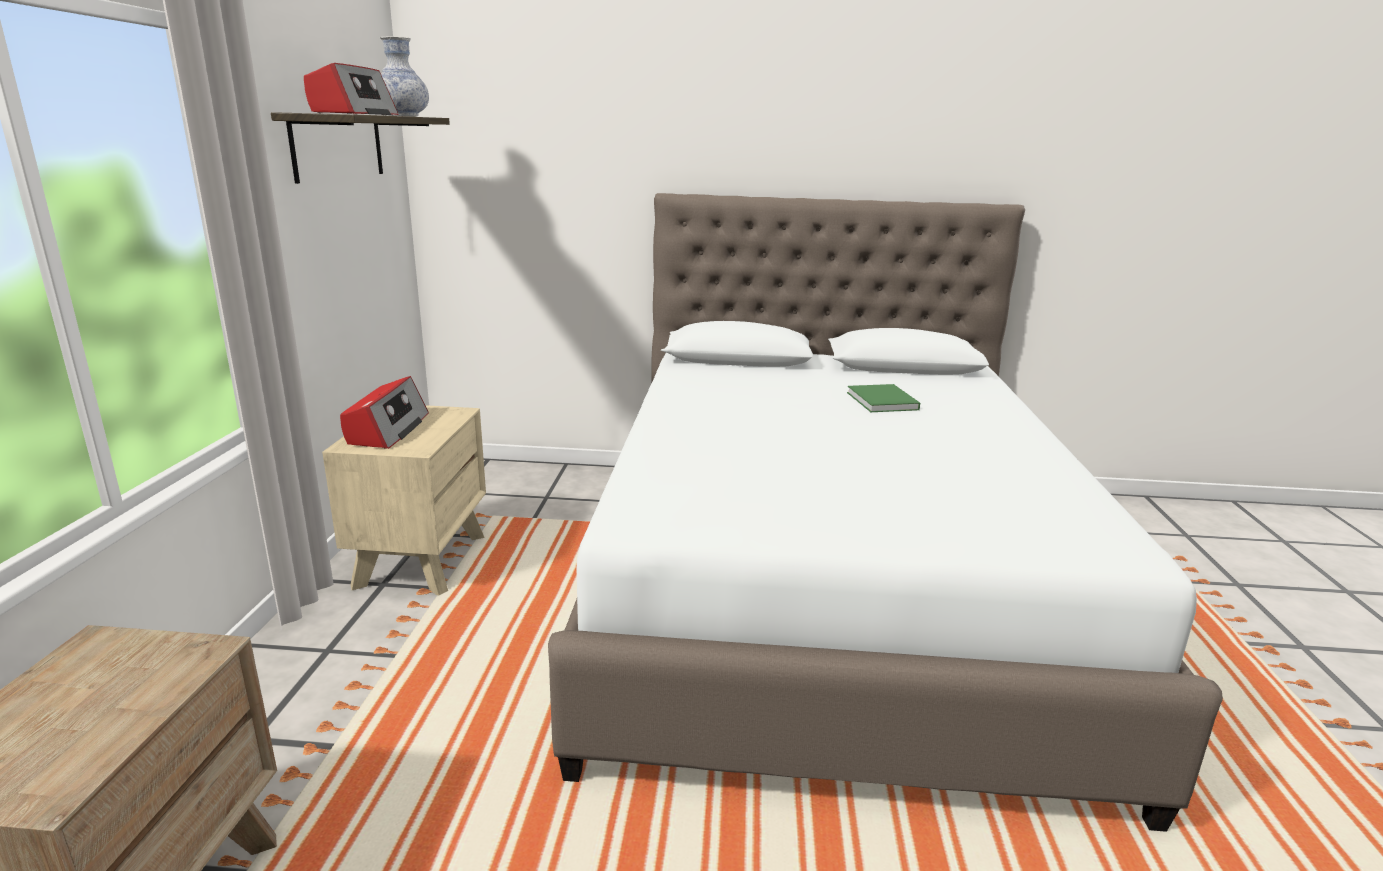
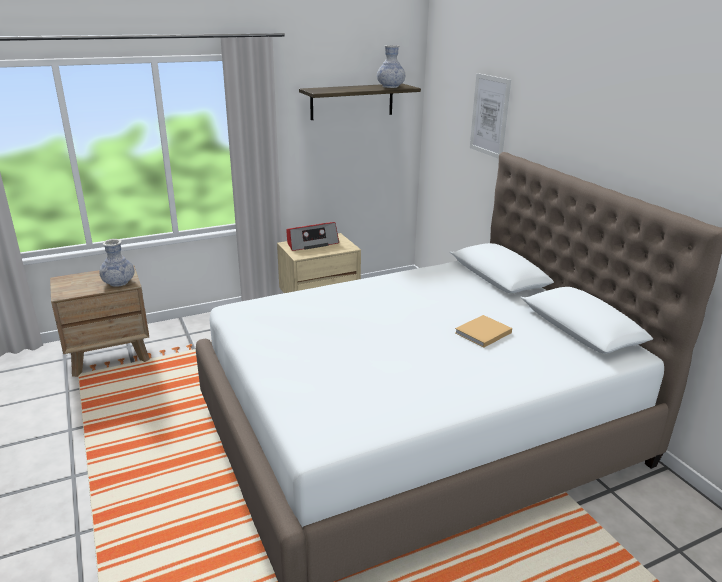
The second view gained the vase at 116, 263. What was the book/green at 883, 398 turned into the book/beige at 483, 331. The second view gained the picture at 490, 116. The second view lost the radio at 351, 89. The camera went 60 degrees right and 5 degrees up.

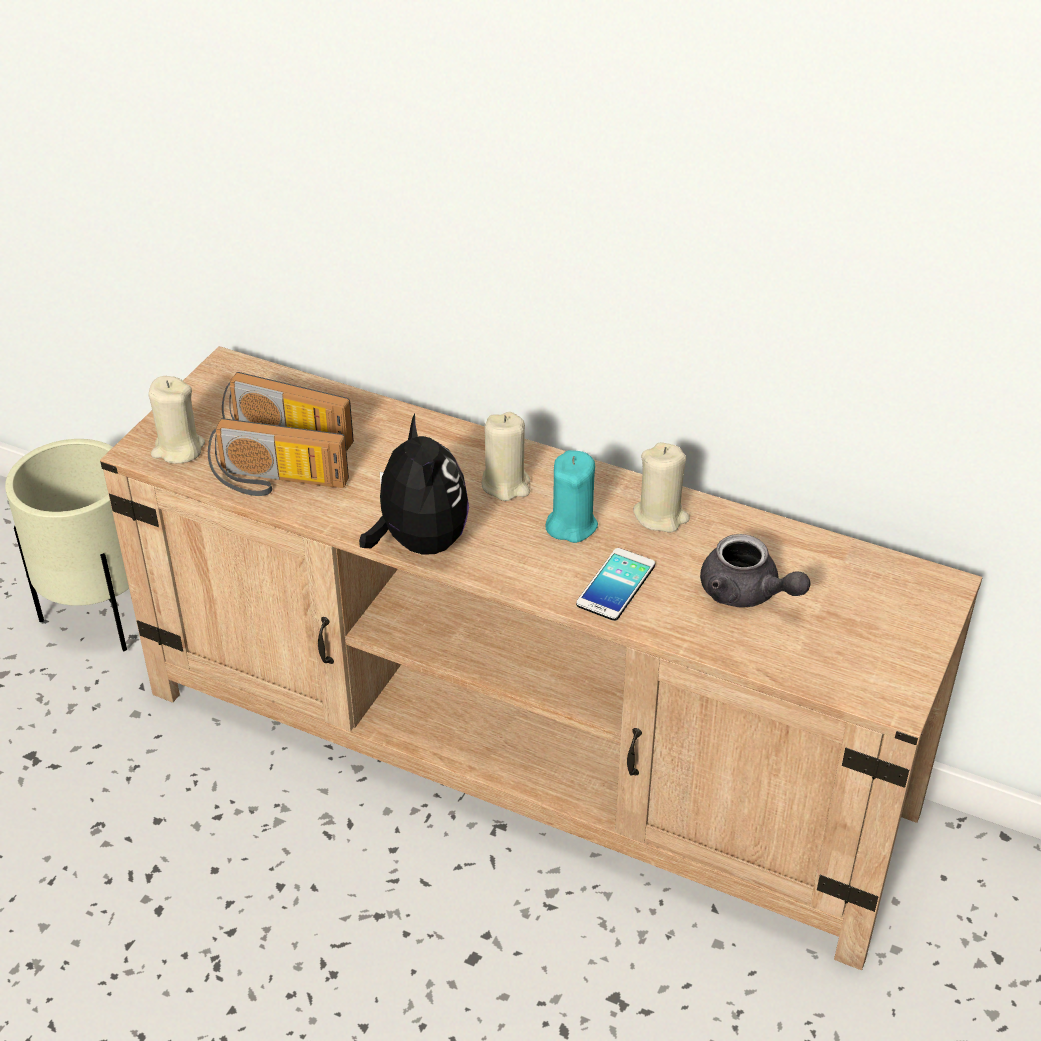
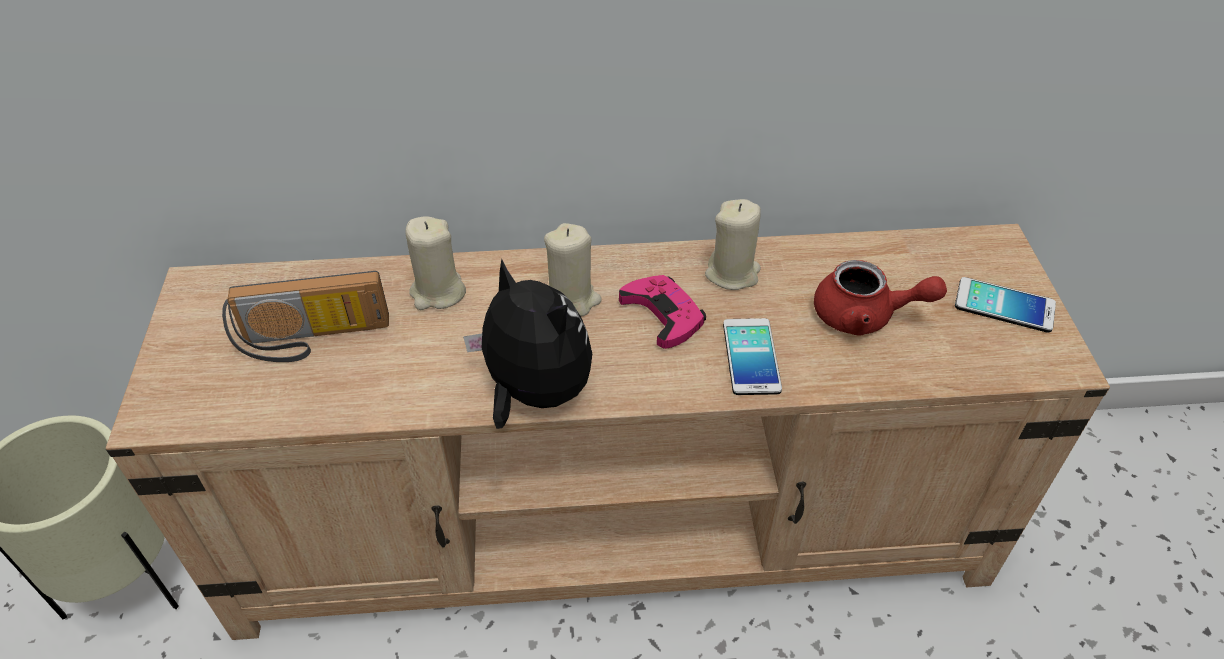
The candle/beige ended up elsewhere, having gone from 177, 420 to 436, 263. Where the candle/turquoise stood at 572, 496, the game controller/pink came to stand at 662, 312. What was the teapot/grey at 755, 571 turned into the teapot/red at 880, 298. The second view gained the phone at 1005, 305. The second view lost the radio at 278, 457. The camera went 30 degrees left and 5 degrees up.

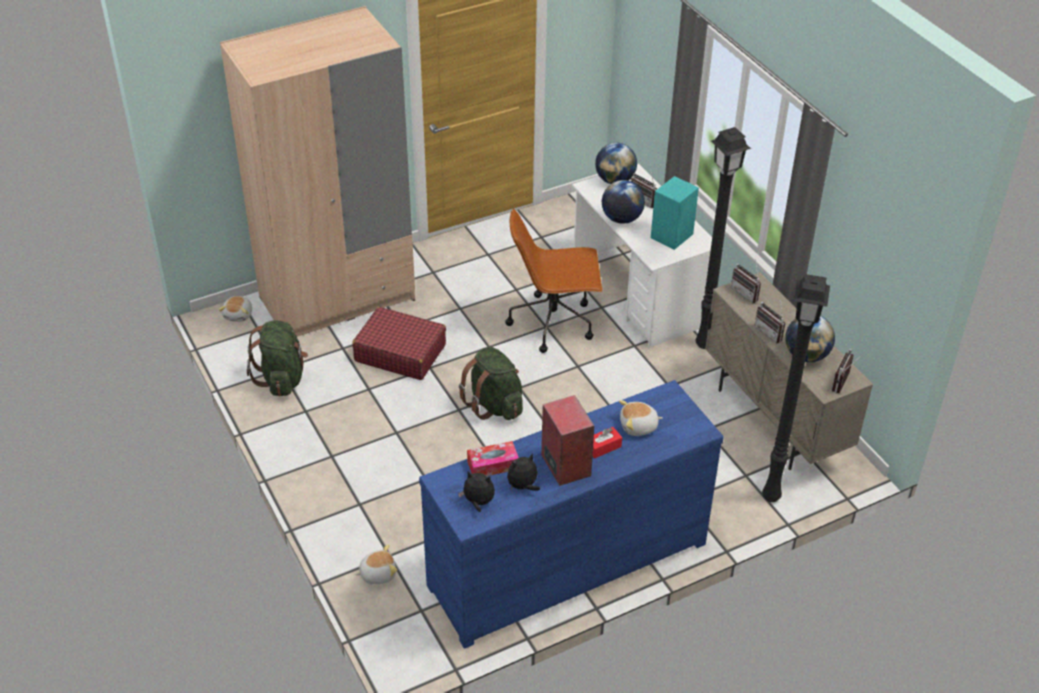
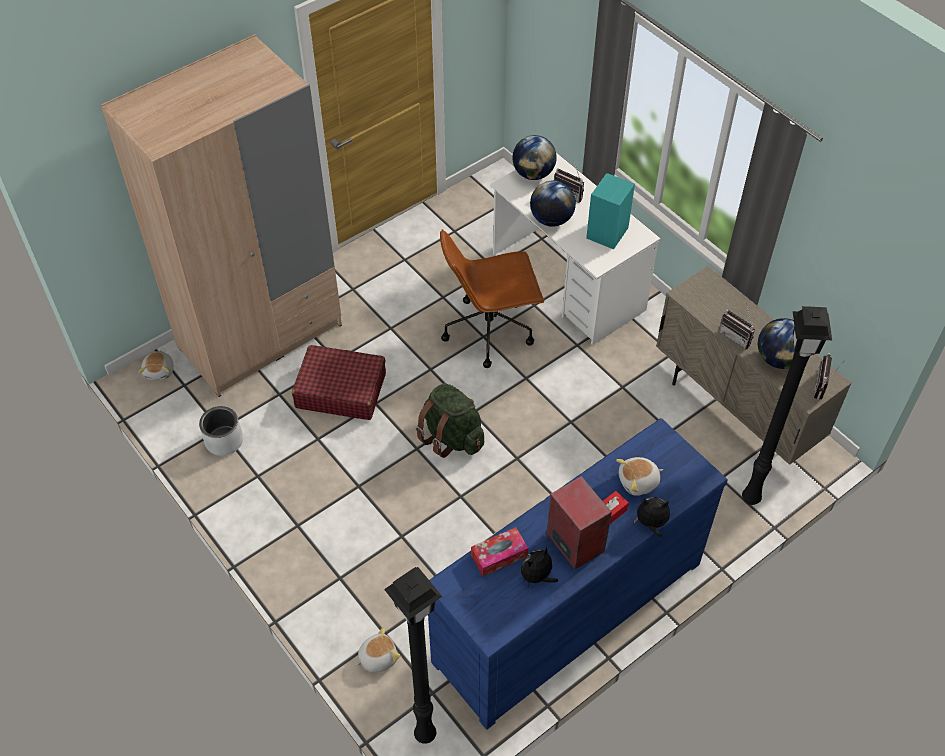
Where the backpack/green stood at 277, 358, the planter/grey came to stand at 221, 431. The floor lamp/black ended up elsewhere, having gone from 723, 238 to 413, 655. The plush toy ended up elsewhere, having gone from 476, 491 to 652, 517. The second view lost the radio at 746, 280. The camera went 10 degrees left and 10 degrees up.

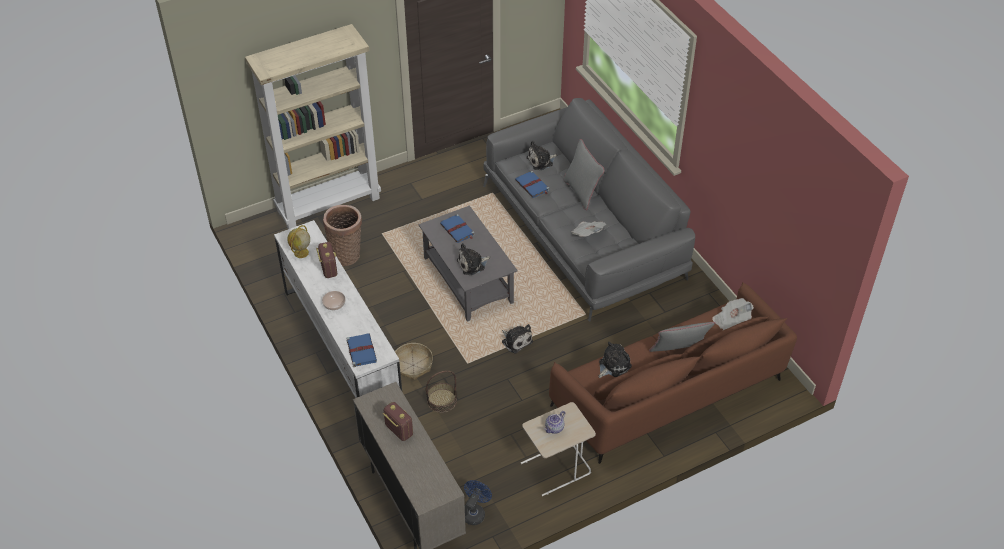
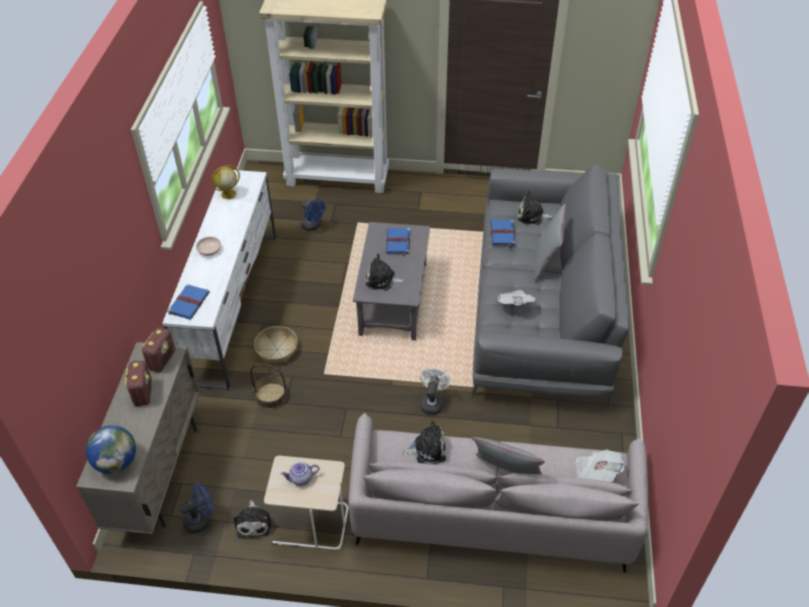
The second view gained the globe at 111, 449. The radio ended up elsewhere, having gone from 326, 260 to 158, 350. The plush toy ended up elsewhere, having gone from 517, 339 to 253, 519. Where the basket stood at 342, 235, the fan/blue came to stand at 313, 215. What was the sofa/brown at 673, 373 turned into the sofa/grey at 498, 492. The second view gained the fan/white at 435, 391. The camera went 35 degrees right and 0 degrees up.

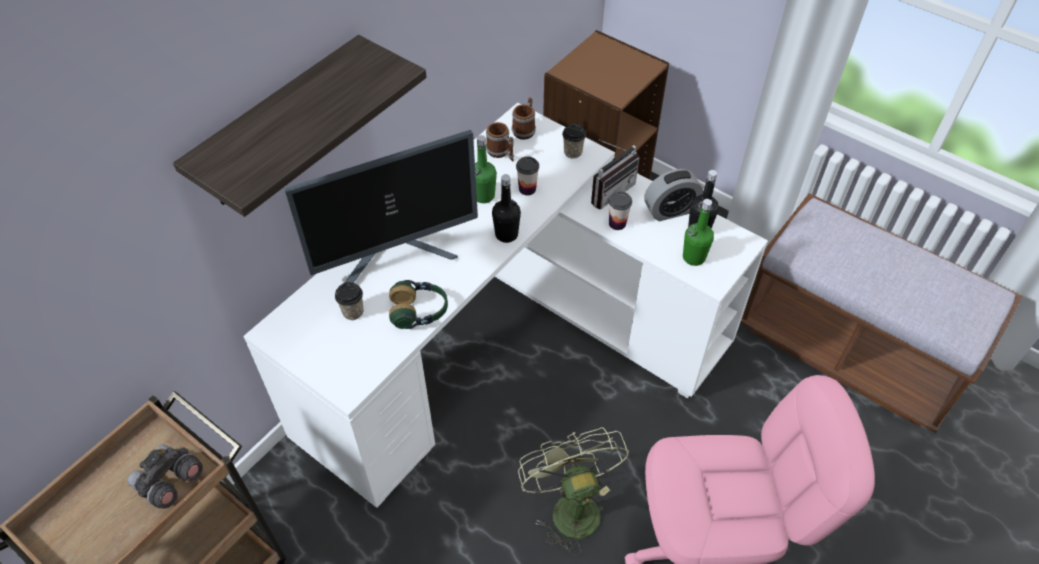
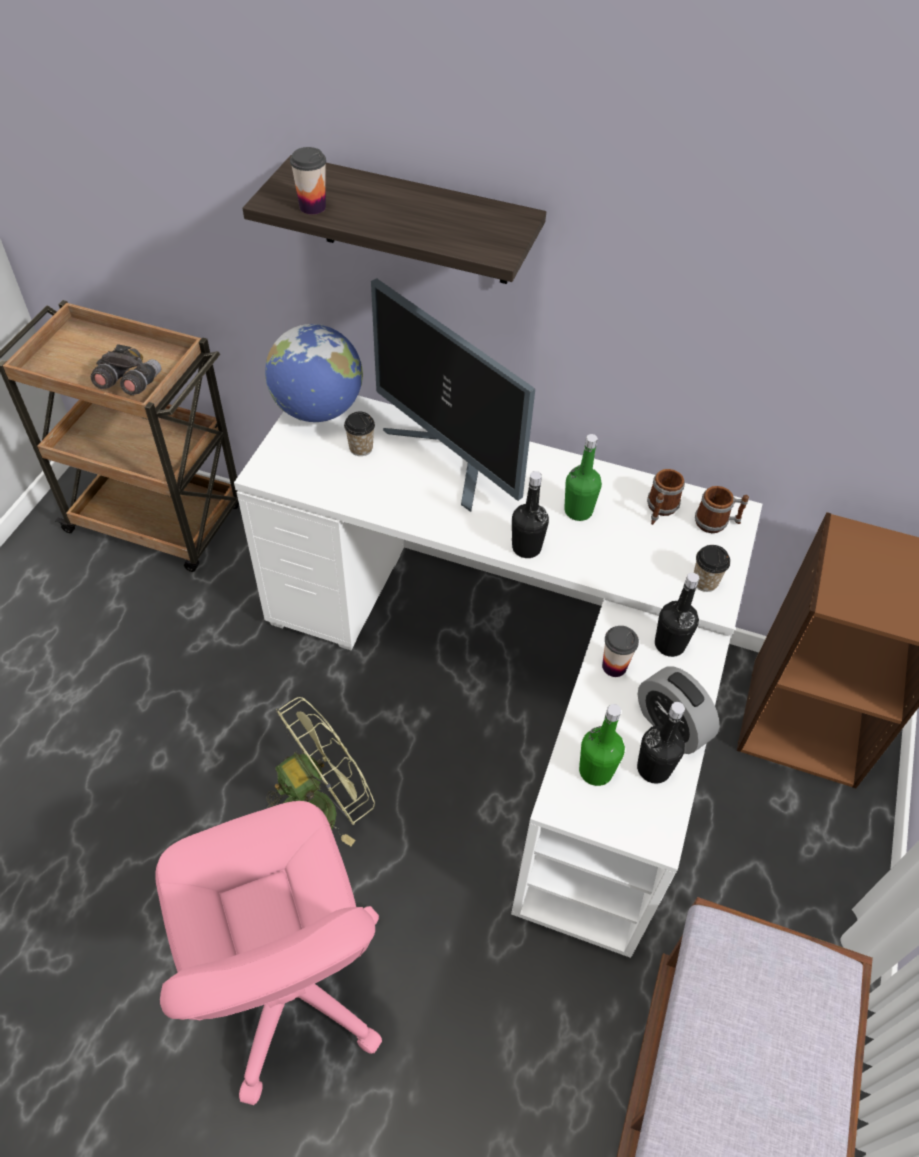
The second view gained the globe at 314, 373. The cup ended up elsewhere, having gone from 527, 176 to 308, 181. Where the radio stood at 615, 174, the bottle/black came to stand at 677, 615. The second view lost the headphones at 418, 304. The camera went 70 degrees right and 0 degrees up.

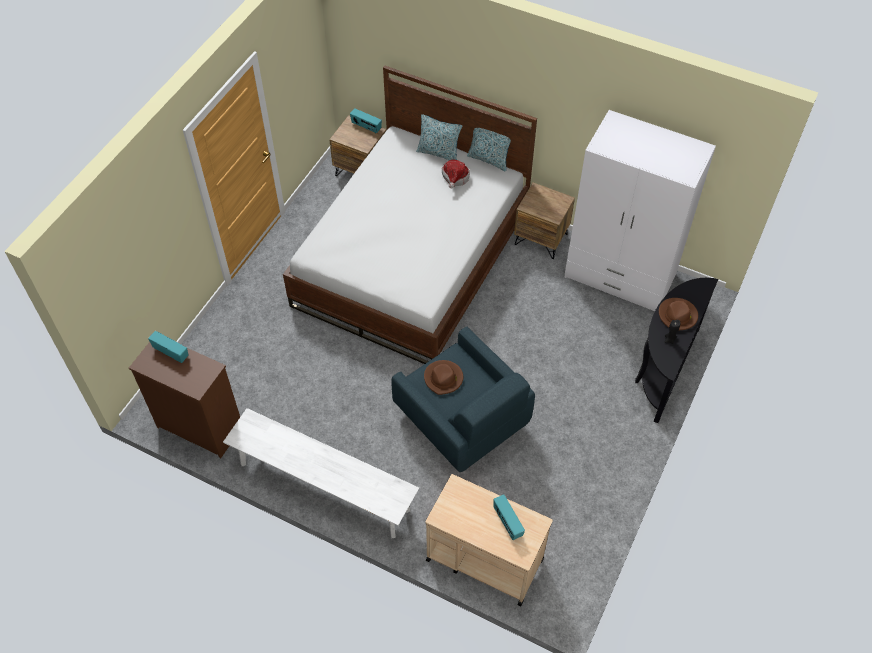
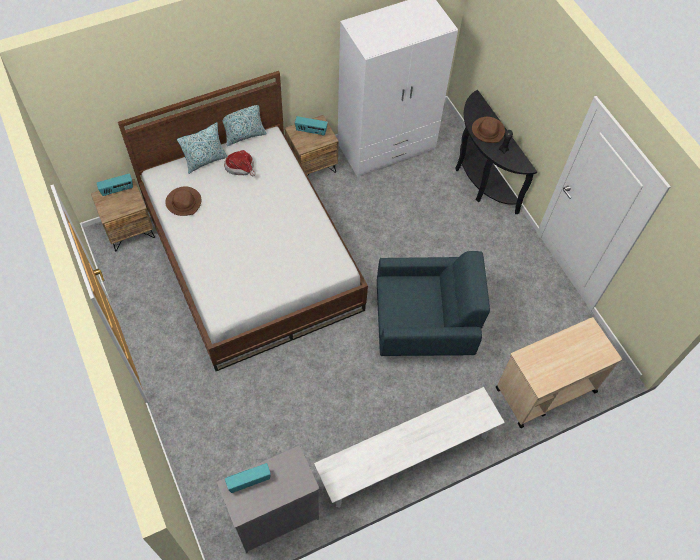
The hat/brown ended up elsewhere, having gone from 443, 377 to 183, 201. What was the dresser/brown at 184, 400 turned into the dresser/grey at 268, 499. The radio ended up elsewhere, having gone from 509, 517 to 311, 125. The camera went 55 degrees left and 5 degrees up.

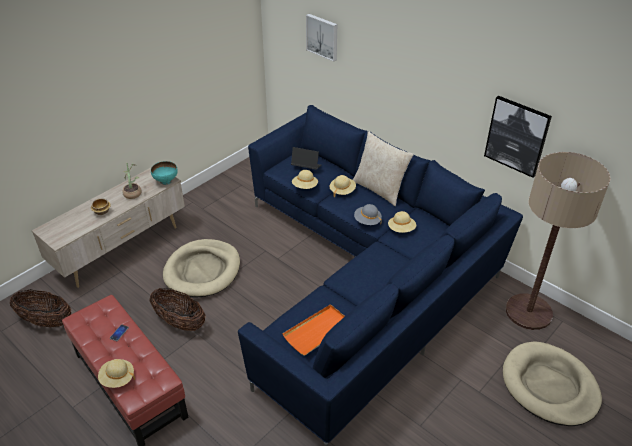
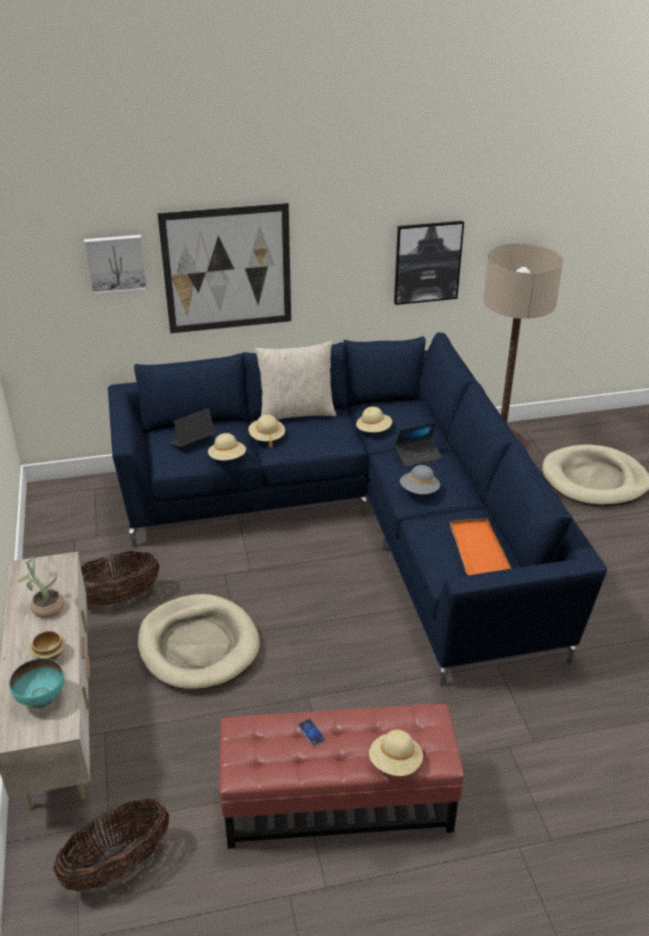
The bowl/turquoise ended up elsewhere, having gone from 164, 173 to 37, 683. The basket ended up elsewhere, having gone from 178, 309 to 120, 578. The second view gained the picture at 224, 268. The second view gained the laptop at 418, 444. The hat/grey ended up elsewhere, having gone from 368, 214 to 420, 479. The camera went 55 degrees left and 5 degrees down.

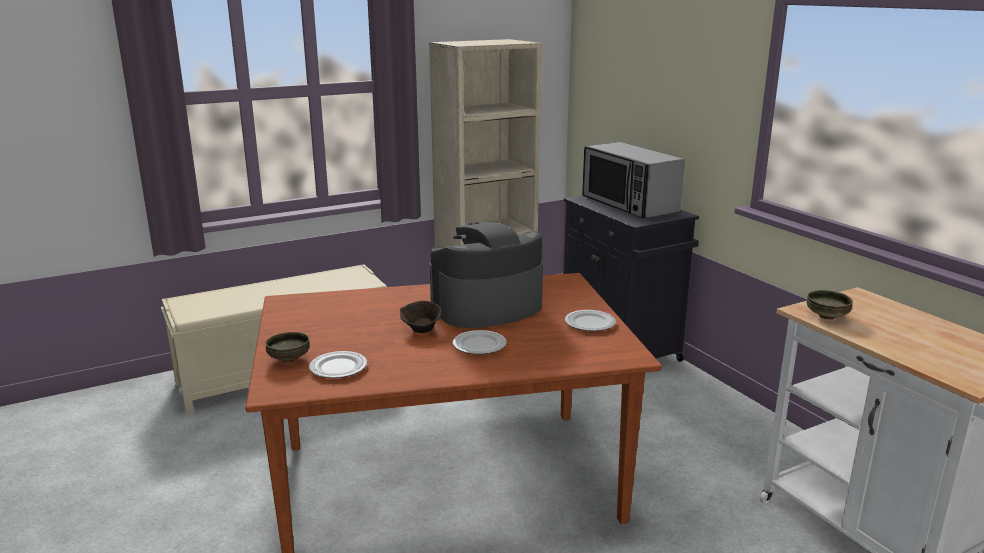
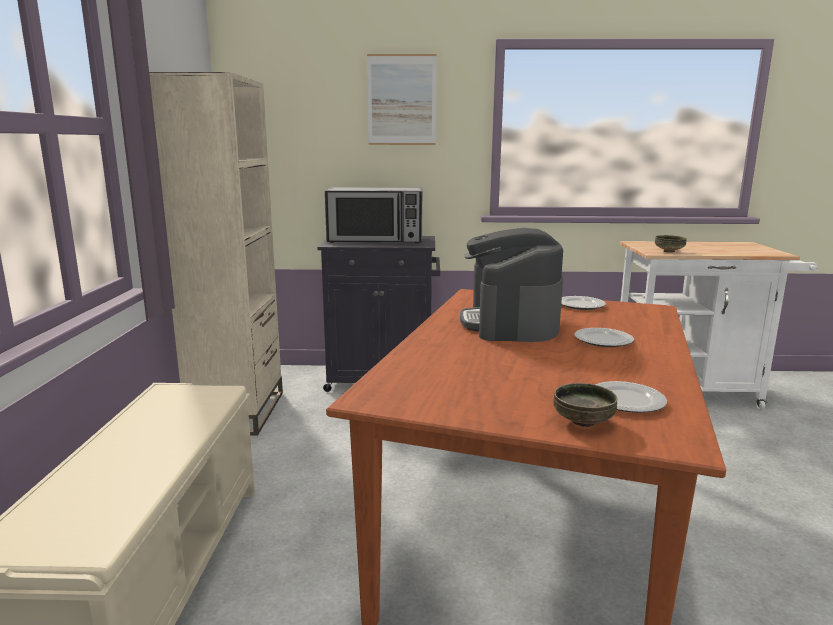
The second view gained the picture at 402, 99. The second view lost the bowl/brown at 420, 317. The camera went 60 degrees left and 5 degrees down.

